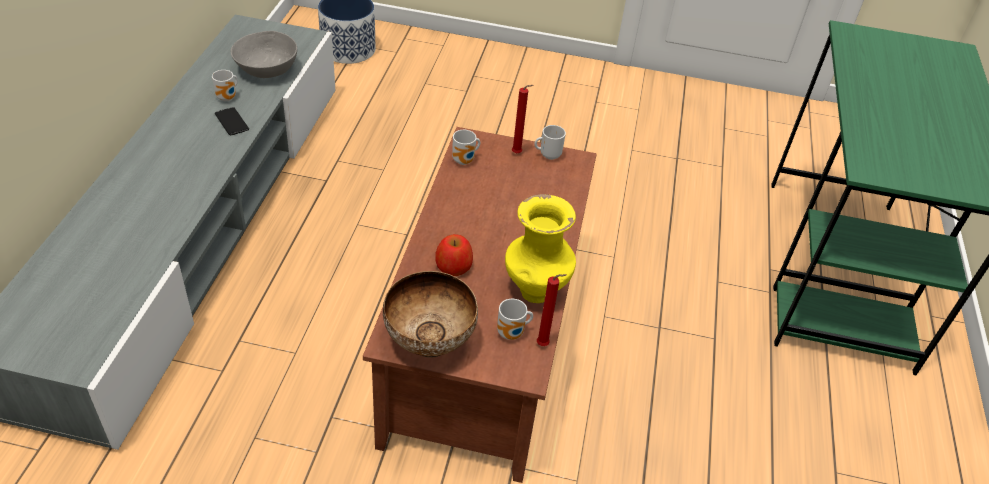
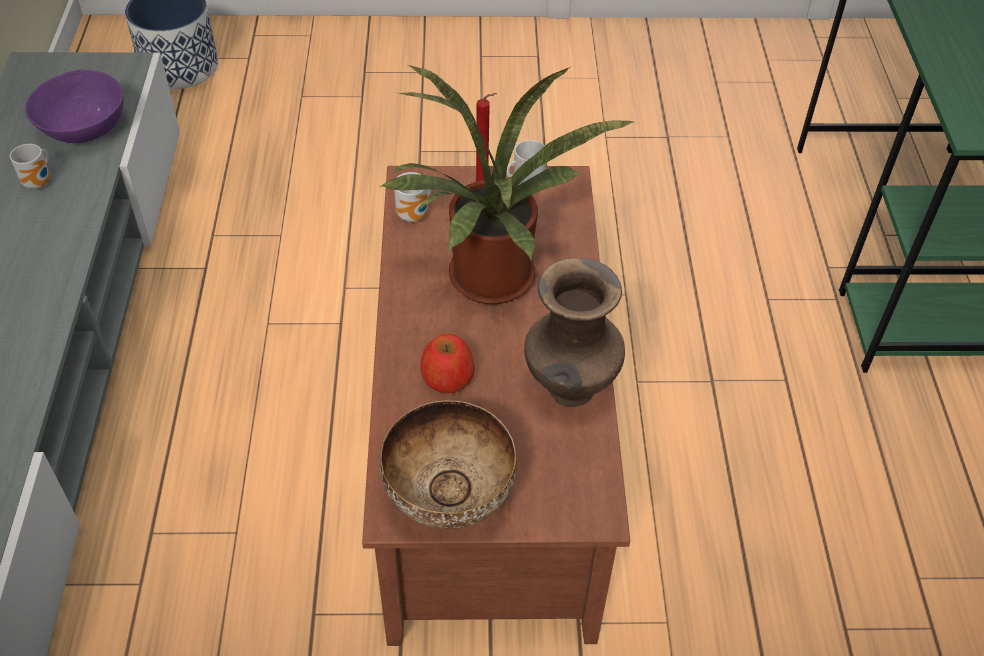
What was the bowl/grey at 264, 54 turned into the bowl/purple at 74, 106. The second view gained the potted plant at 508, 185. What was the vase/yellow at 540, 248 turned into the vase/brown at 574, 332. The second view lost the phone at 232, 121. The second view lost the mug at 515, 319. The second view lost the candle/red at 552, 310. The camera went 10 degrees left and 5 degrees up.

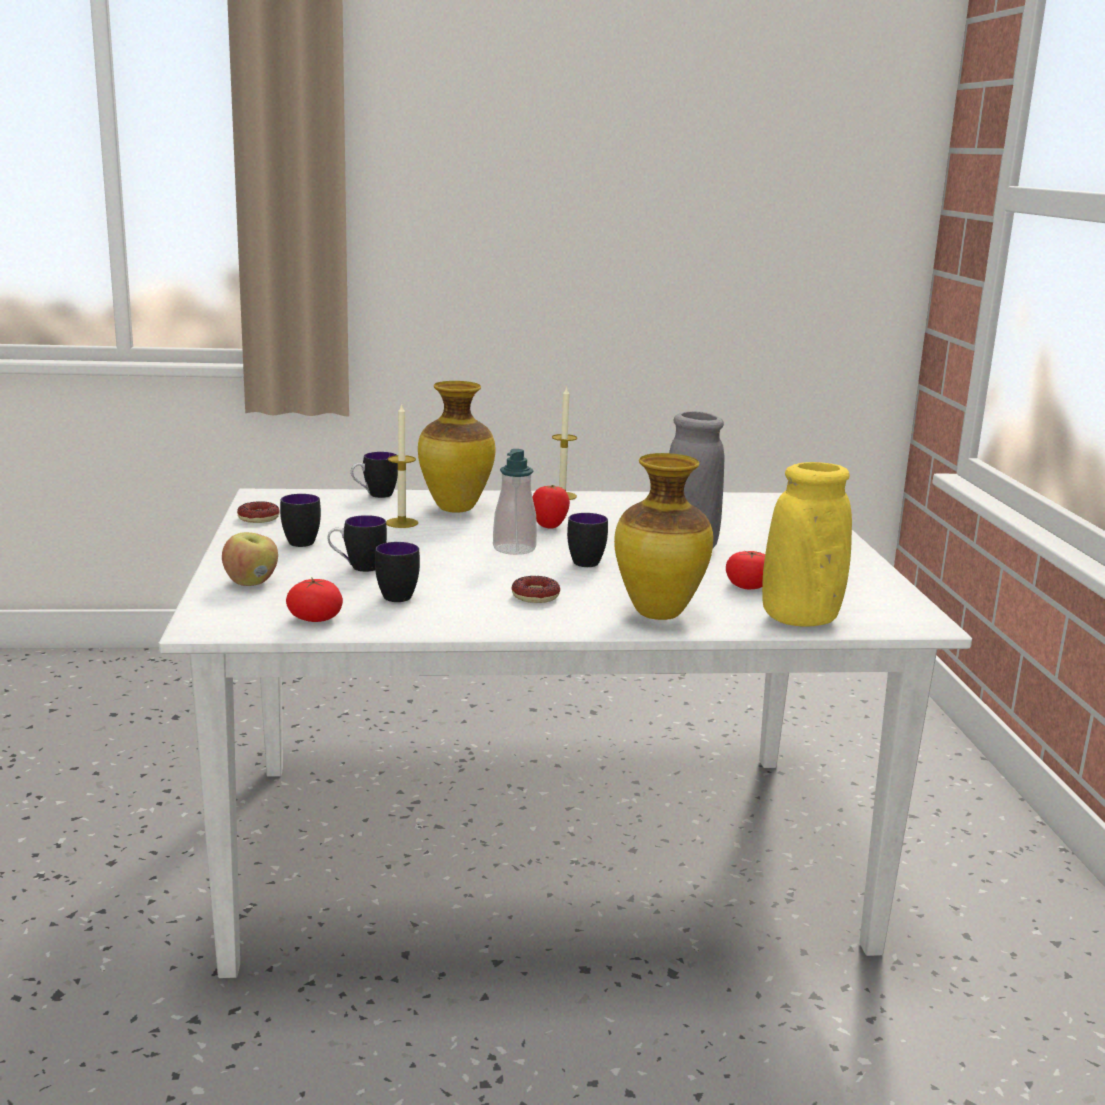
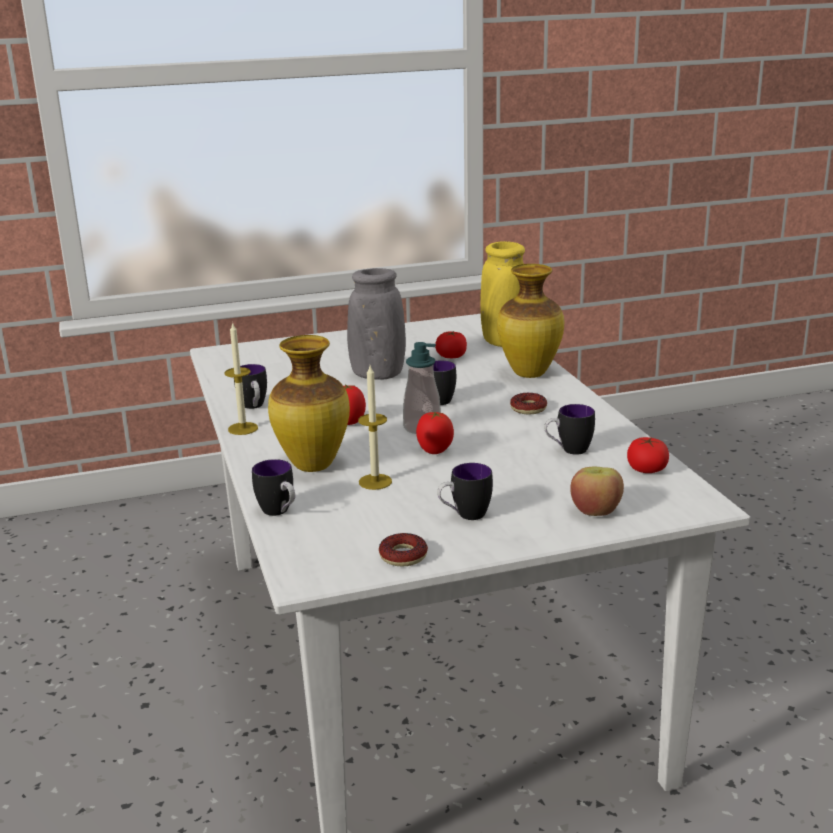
The mug ended up elsewhere, having gone from 357, 543 to 250, 386. The second view gained the tomato at 435, 433. The camera went 100 degrees left and 5 degrees up.

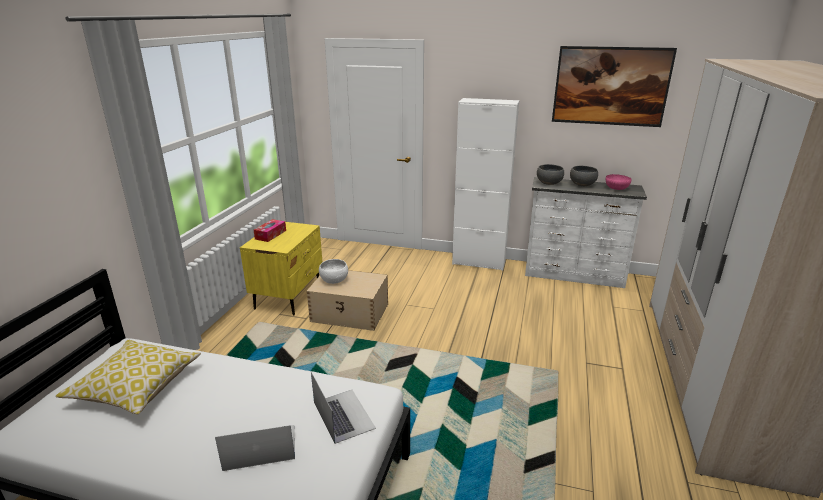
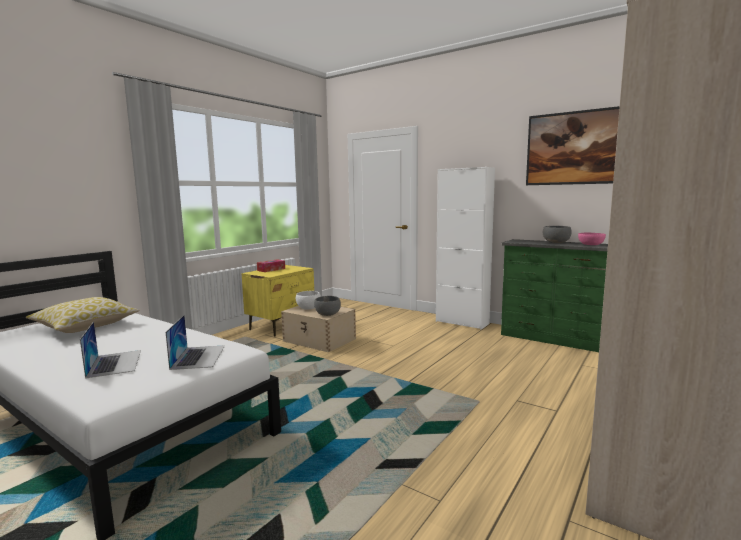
The laptop at 255, 448 ended up facing another way, 60 degrees clockwise from before. The bowl/grey ended up elsewhere, having gone from 550, 174 to 327, 306. What was the dresser/white at 586, 232 turned into the dresser/green at 554, 295. The camera went 20 degrees right and 15 degrees down.

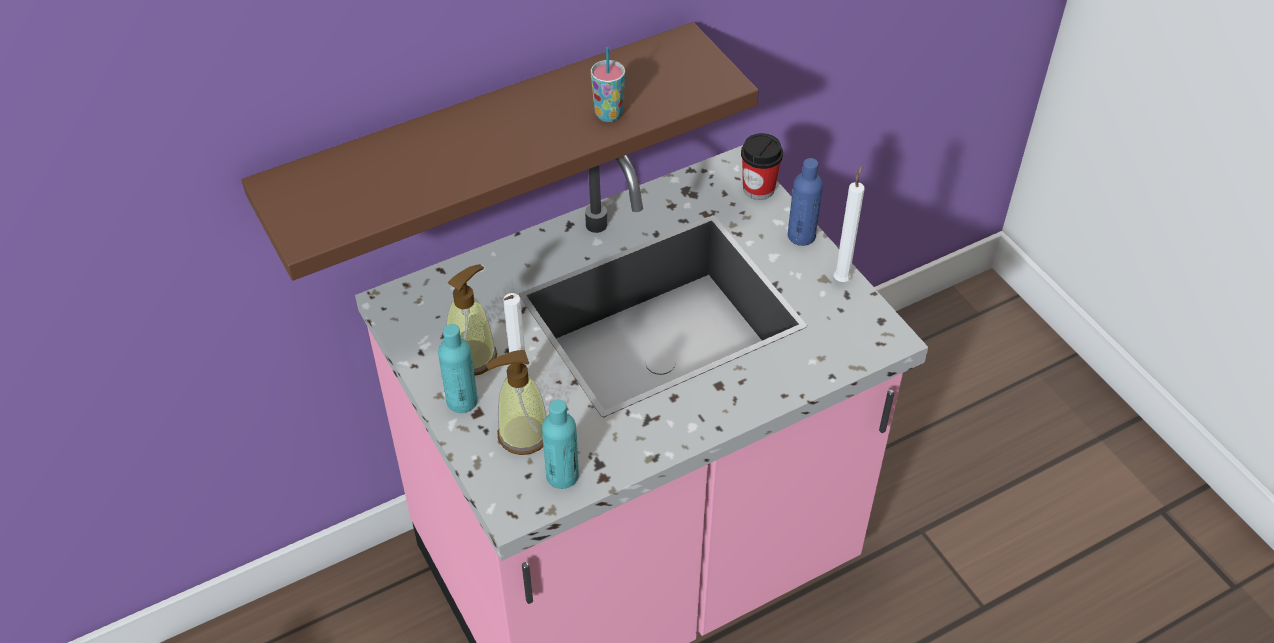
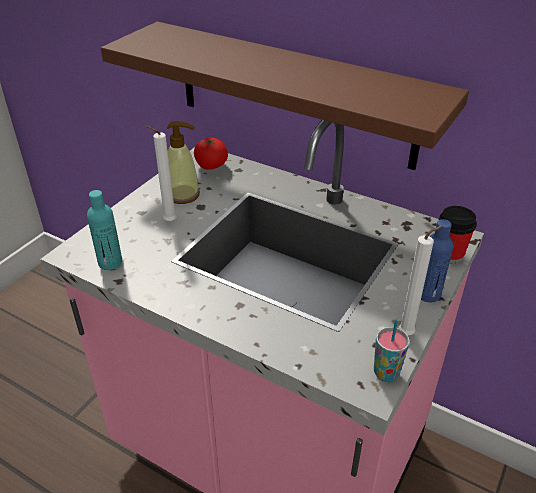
The second view gained the tomato at 211, 154. The cup ended up elsewhere, having gone from 608, 84 to 392, 350. The second view lost the bottle/turquoise at 458, 368. The second view lost the soap dispenser at 516, 402. The camera went 60 degrees right and 10 degrees down.

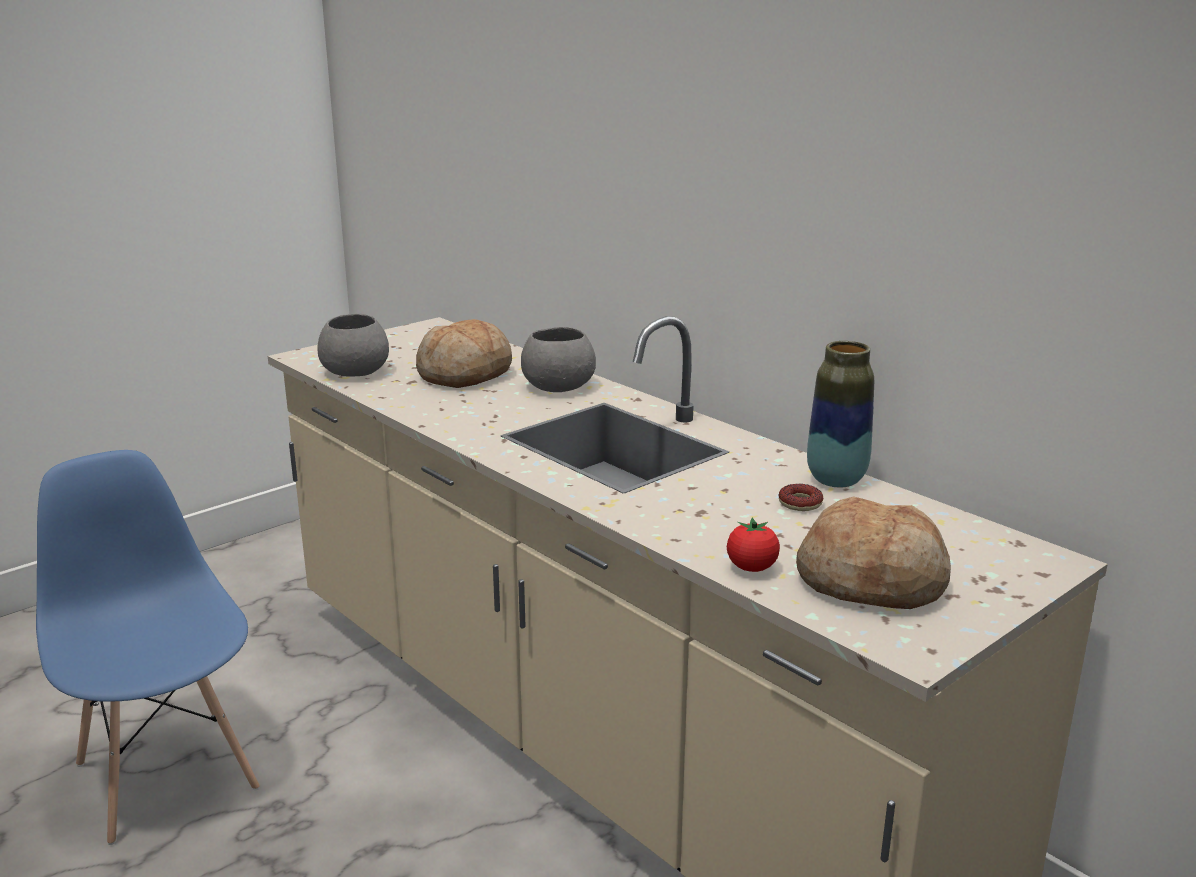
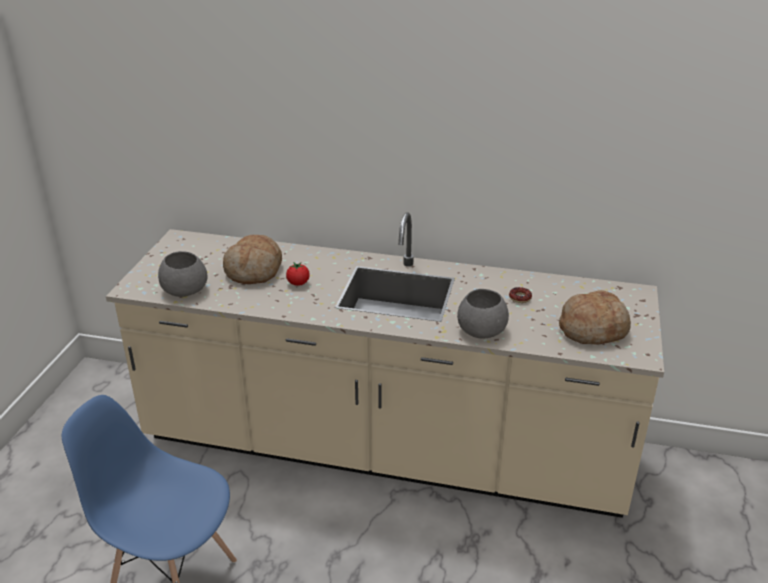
The tomato ended up elsewhere, having gone from 753, 545 to 298, 274. The bowl/grey ended up elsewhere, having gone from 558, 359 to 483, 313. The second view lost the vase at 840, 414. The camera went 35 degrees left and 10 degrees up.

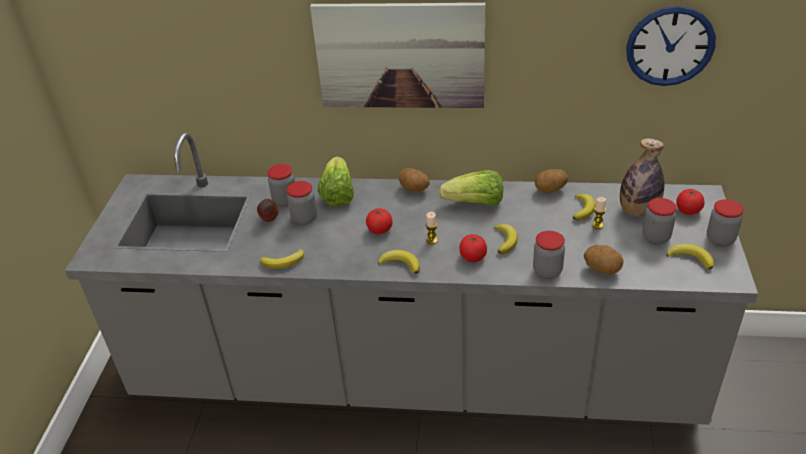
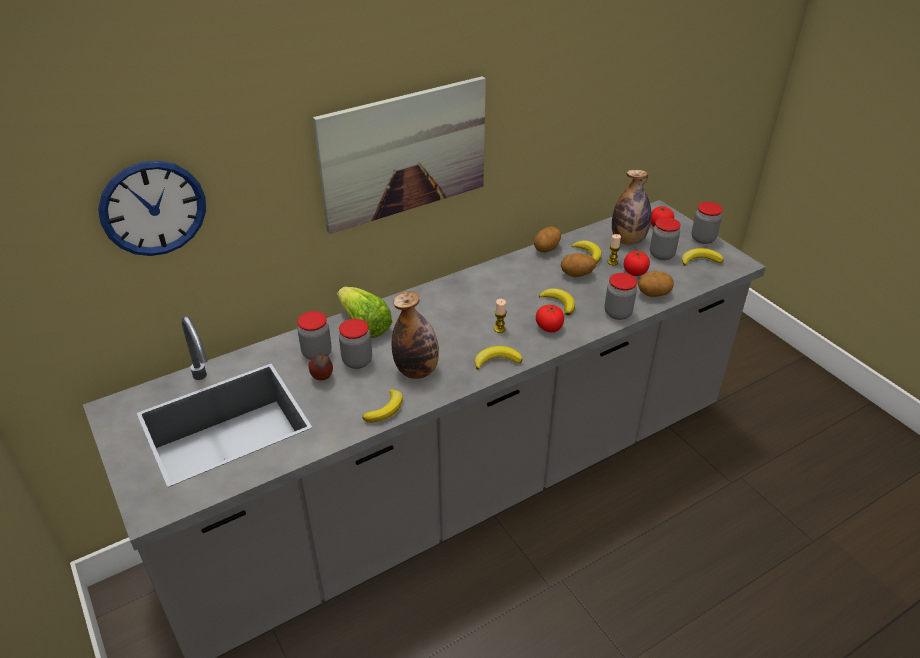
The wall clock ended up elsewhere, having gone from 671, 46 to 152, 208. The second view gained the bottle at 415, 335. The potato ended up elsewhere, having gone from 414, 180 to 578, 265. The tomato ended up elsewhere, having gone from 379, 221 to 637, 263. The second view lost the lettuce at 471, 188. The camera went 40 degrees left and 0 degrees up.

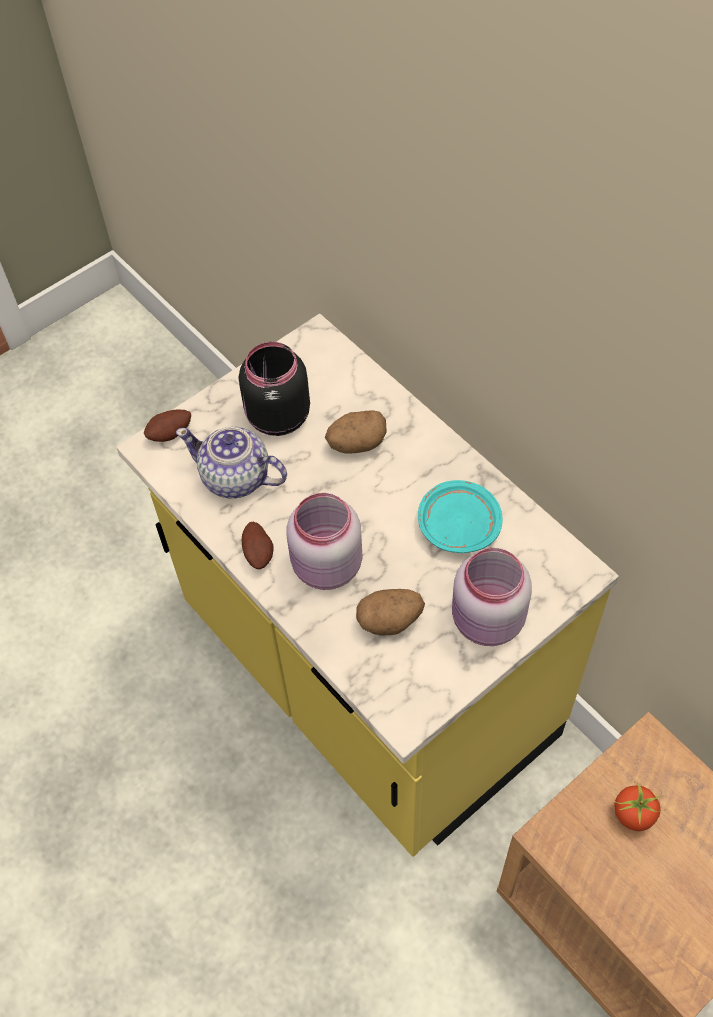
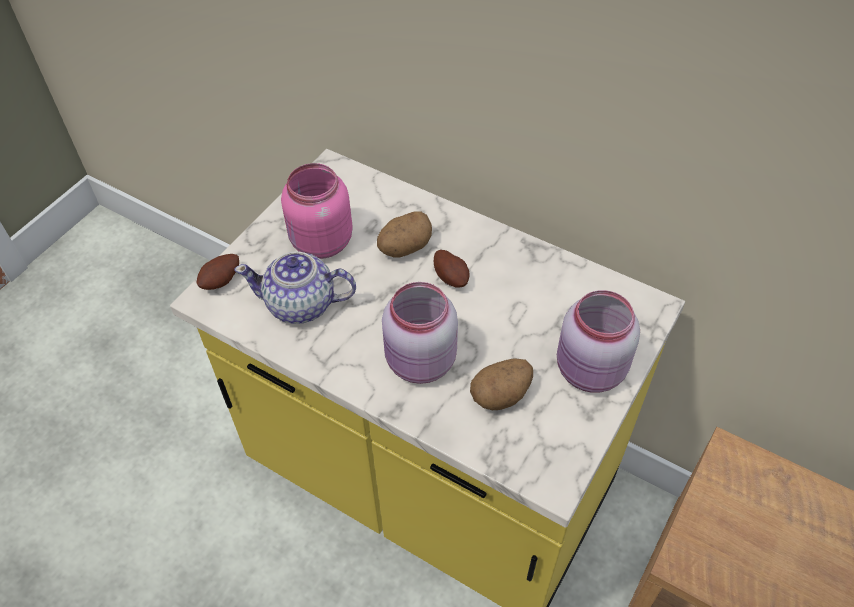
What was the jar/black at 274, 389 turned into the jar/pink at 317, 211. The potato ended up elsewhere, having gone from 258, 545 to 451, 269. The second view lost the plate/turquoise at 460, 516. The second view lost the tomato at 640, 806. The camera went 20 degrees left and 5 degrees down.

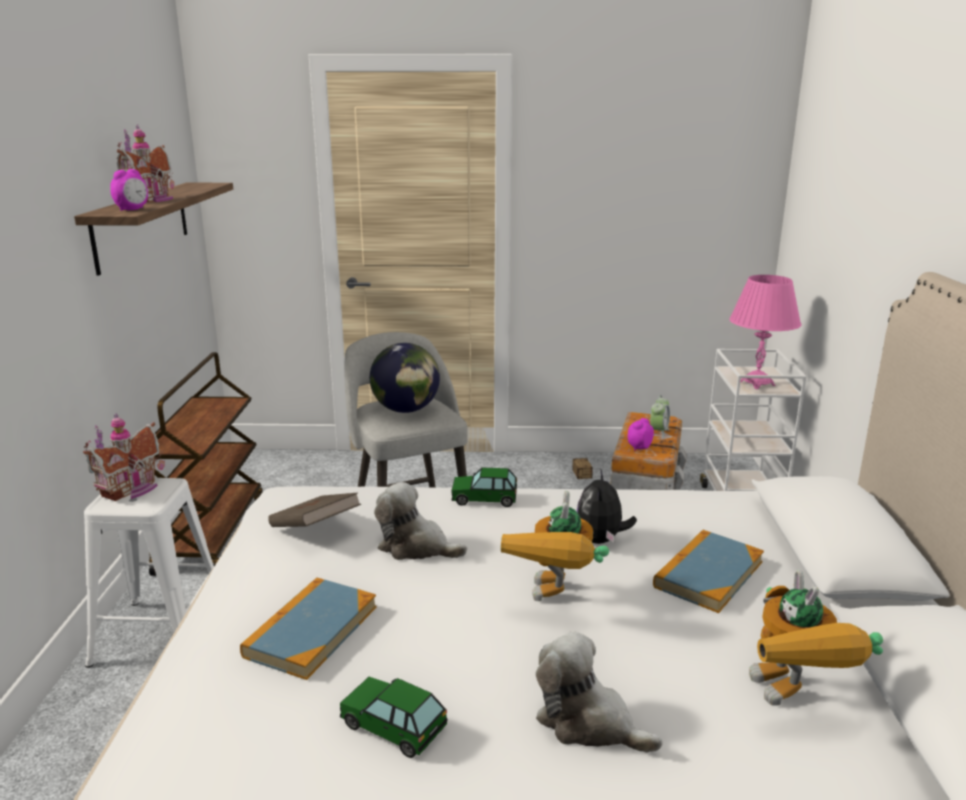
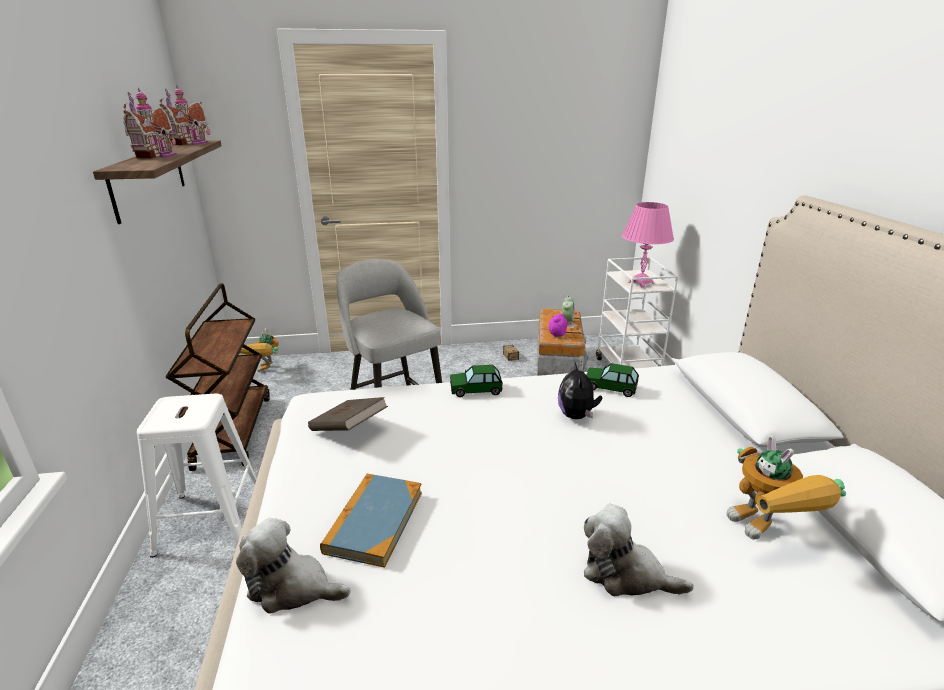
The toy house ended up elsewhere, having gone from 124, 457 to 184, 115. The plush toy ended up elsewhere, having gone from 420, 521 to 293, 566. The toy robot ended up elsewhere, having gone from 555, 546 to 259, 350. The toy car ended up elsewhere, having gone from 394, 717 to 612, 380. The second view lost the alarm clock at 129, 190. The second view lost the globe at 405, 378. The second view lost the book at 708, 571. The camera went 10 degrees left and 5 degrees up.

